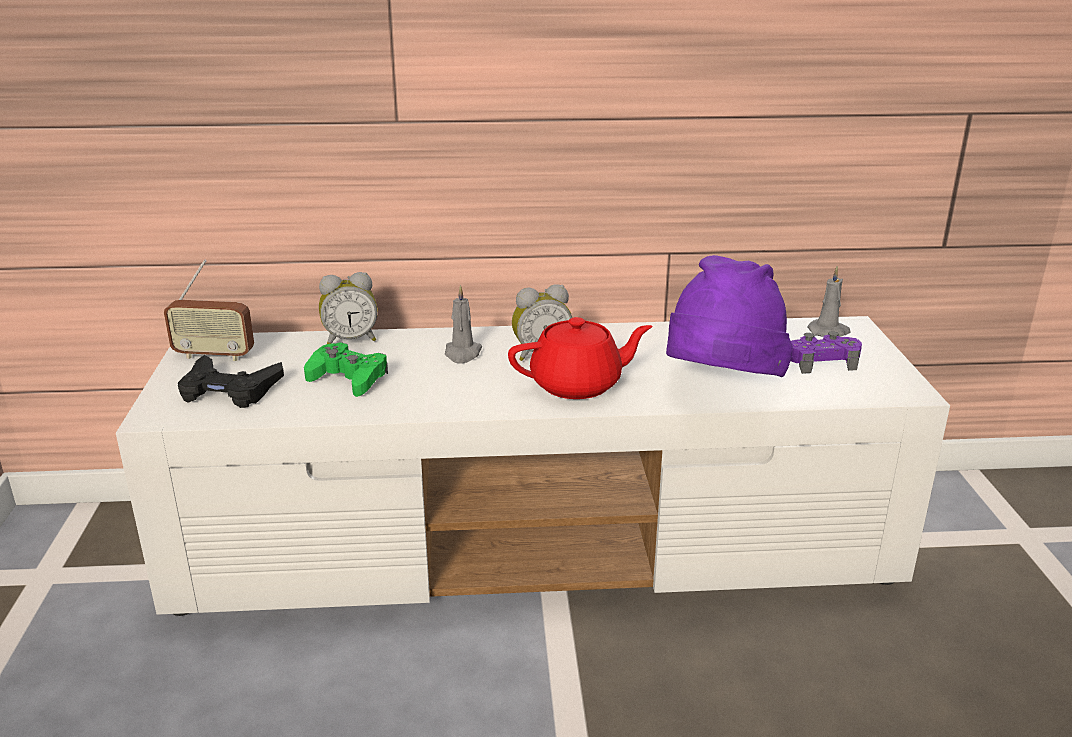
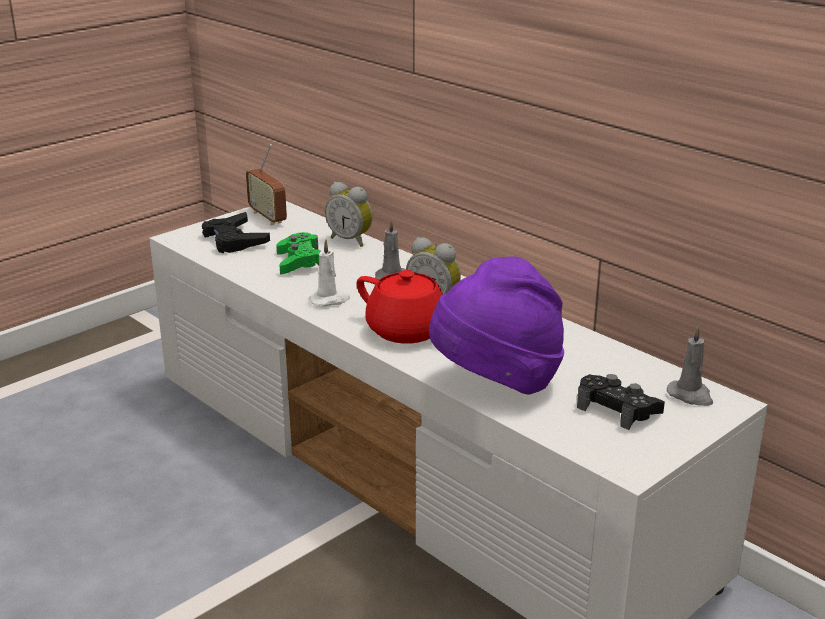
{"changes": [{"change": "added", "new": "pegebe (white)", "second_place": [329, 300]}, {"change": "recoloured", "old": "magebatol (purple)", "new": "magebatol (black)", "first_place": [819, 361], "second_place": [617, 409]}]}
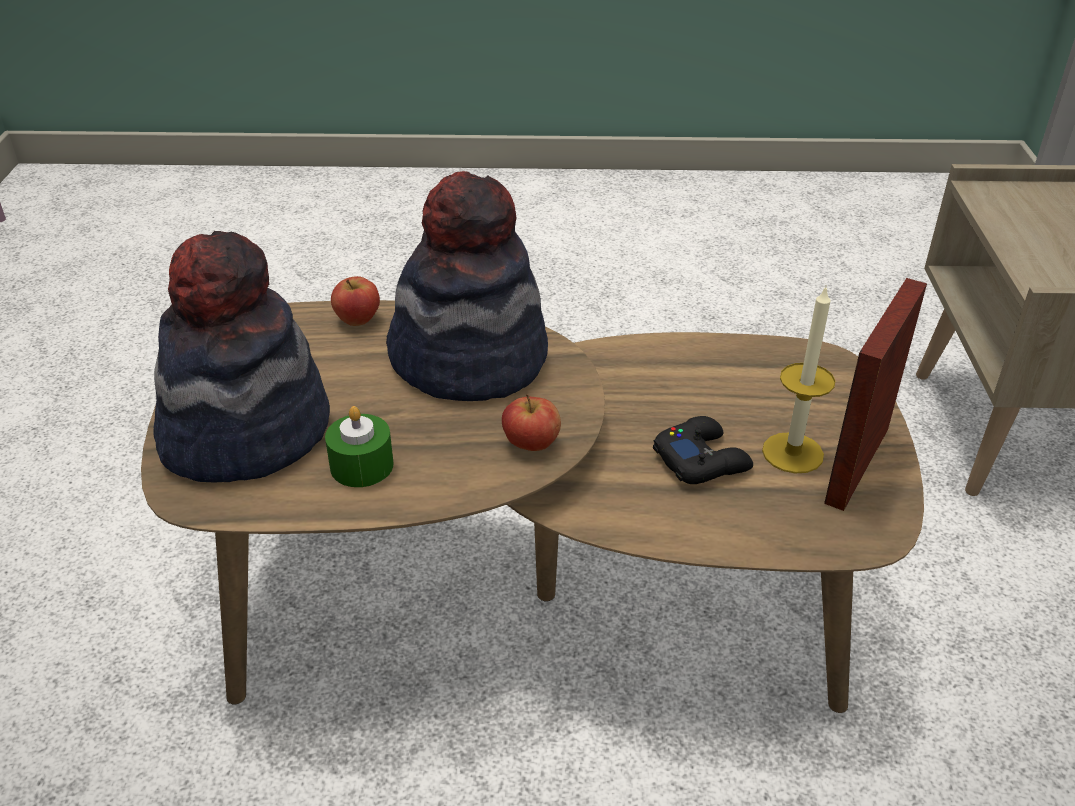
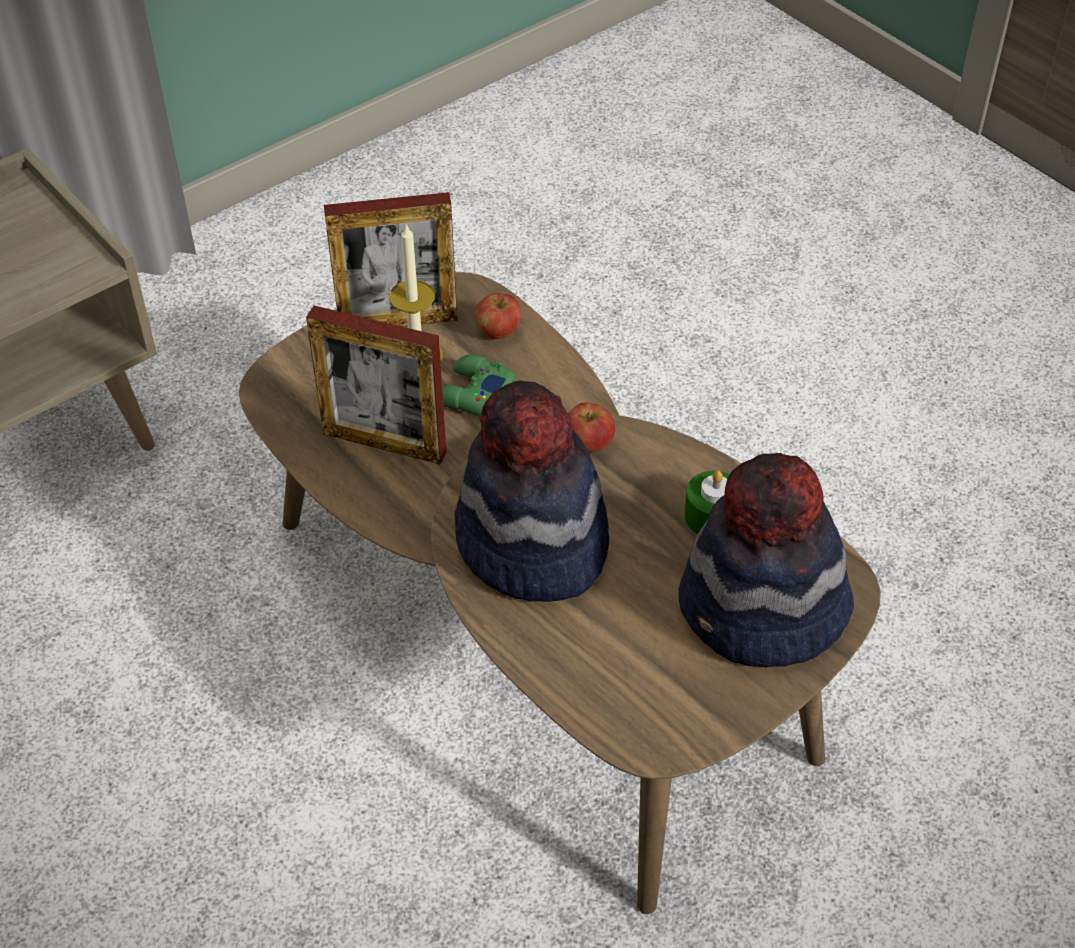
{"changes": [{"change": "added", "new": "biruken", "second_place": [384, 443]}, {"change": "recoloured", "old": "magebatol (black)", "new": "magebatol (green)", "first_place": [701, 460], "second_place": [473, 395]}, {"change": "moved", "old": "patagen", "first_place": [358, 320], "second_place": [498, 332]}]}
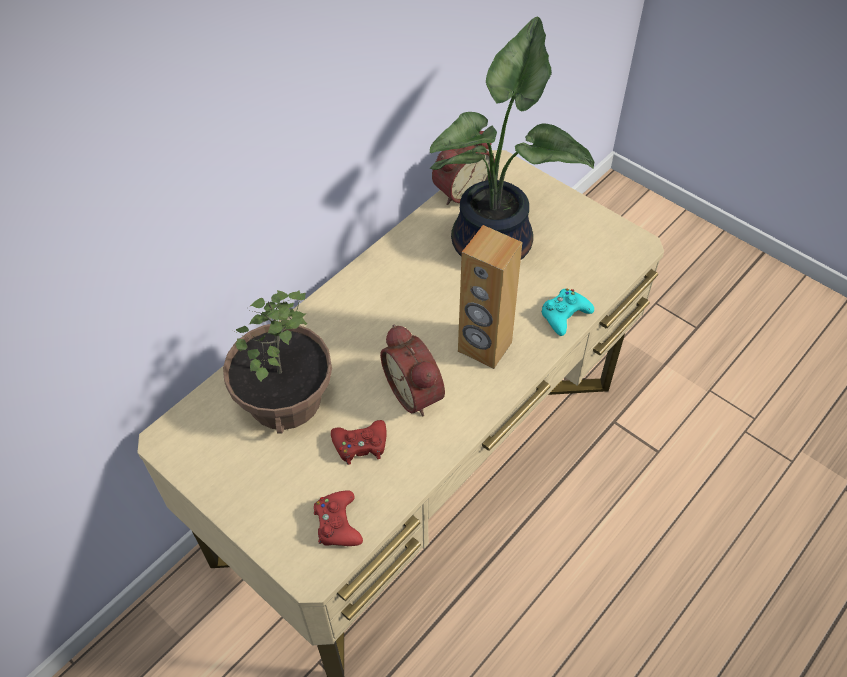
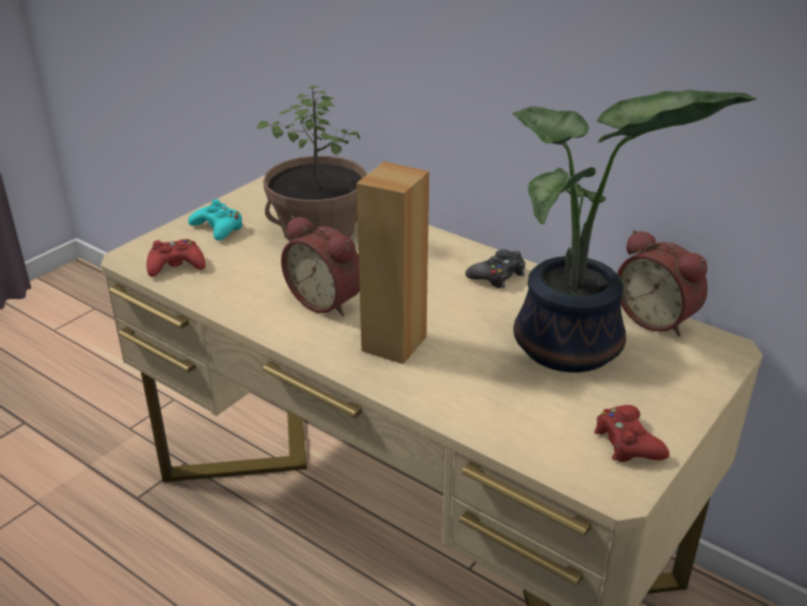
{"changes": [{"change": "moved", "old": "magebatol (turquoise)", "first_place": [564, 315], "second_place": [218, 228]}, {"change": "turned", "old": "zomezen", "first_place": [416, 391], "second_place": [327, 300], "degrees": -105}, {"change": "added", "new": "magebatol (black)", "second_place": [497, 275]}, {"change": "moved", "old": "magebatol (red)", "first_place": [360, 445], "second_place": [627, 442]}]}
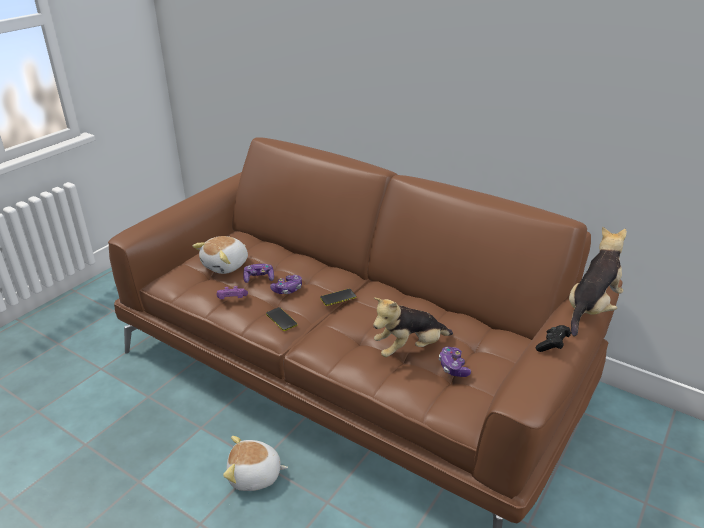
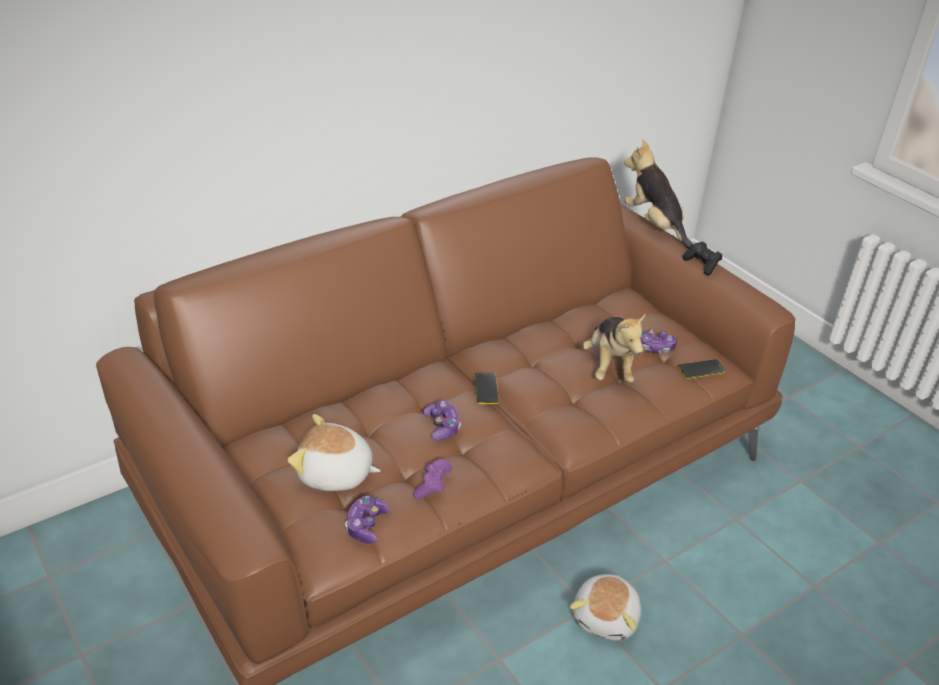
{"changes": [{"change": "turned", "old": "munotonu", "first_place": [226, 265], "second_place": [335, 474], "degrees": 135}, {"change": "moved", "old": "magebatol", "first_place": [259, 278], "second_place": [366, 525]}, {"change": "moved", "old": "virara", "first_place": [281, 319], "second_place": [701, 369]}]}
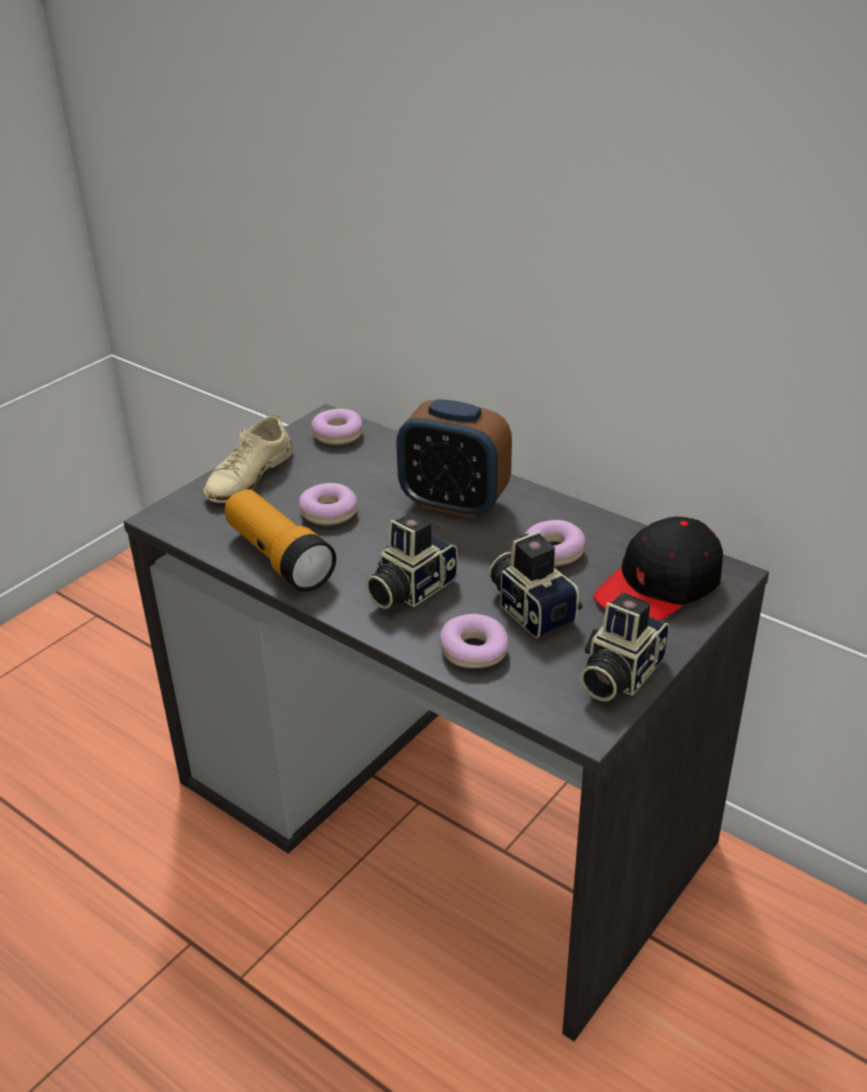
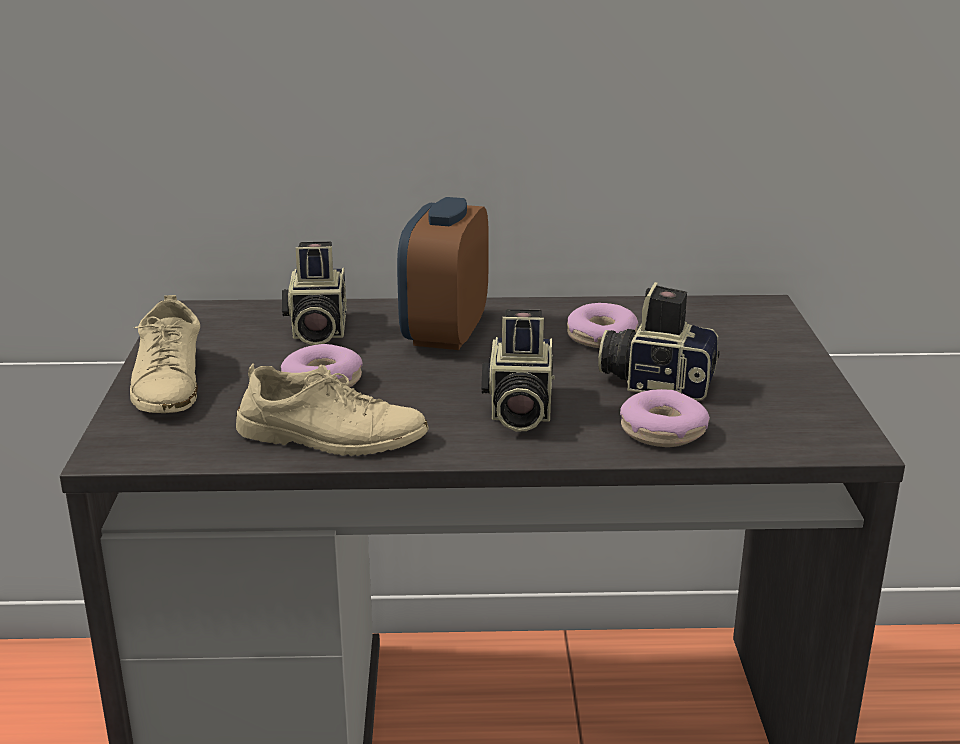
{"changes": [{"change": "replaced", "old": "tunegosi", "new": "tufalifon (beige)", "first_place": [279, 558], "second_place": [331, 436]}, {"change": "moved", "old": "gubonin", "first_place": [617, 674], "second_place": [316, 330]}, {"change": "turned", "old": "zomezen", "first_place": [454, 503], "second_place": [445, 333], "degrees": 120}, {"change": "removed", "old": "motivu", "first_place": [337, 434]}, {"change": "removed", "old": "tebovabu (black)", "first_place": [659, 587]}]}
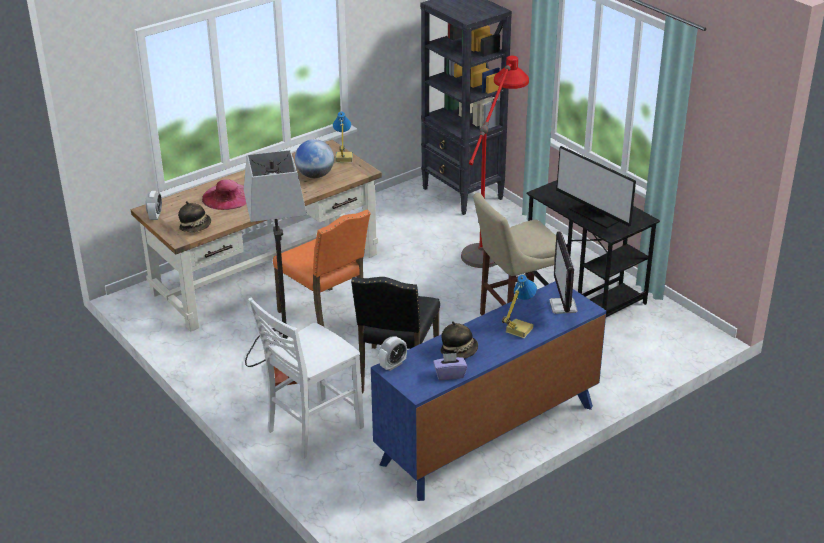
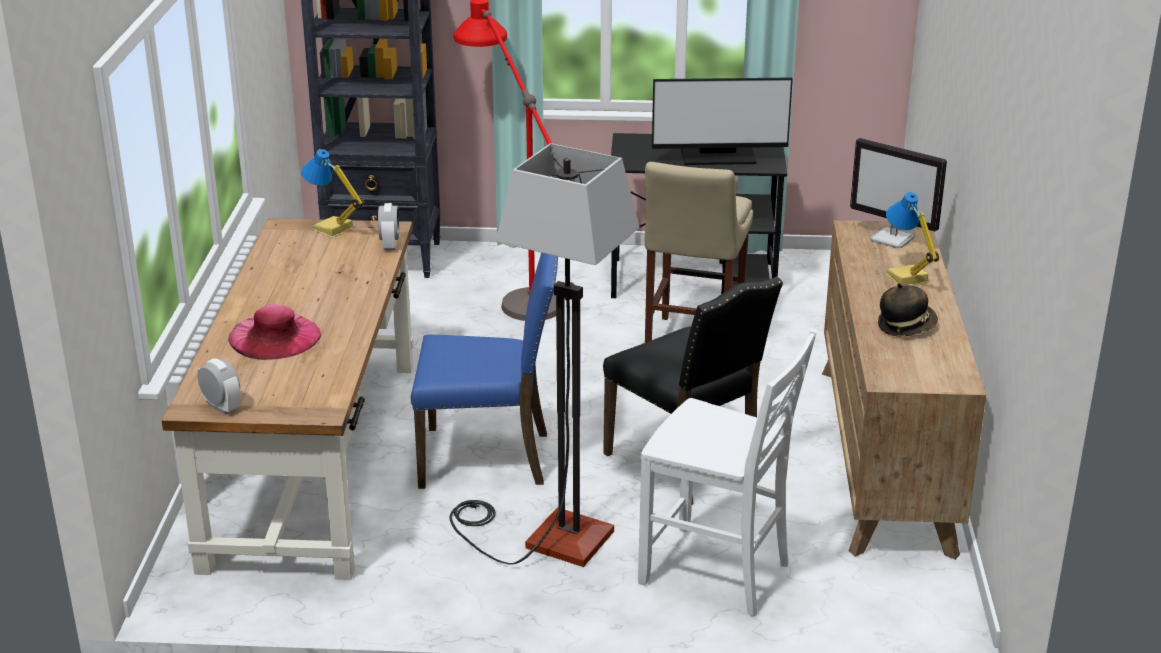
{"changes": [{"change": "moved", "old": "zomezen", "first_place": [393, 365], "second_place": [390, 245]}, {"change": "recoloured", "old": "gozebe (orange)", "new": "gozebe (blue)", "first_place": [326, 316], "second_place": [488, 458]}, {"change": "turned", "old": "gozebe (white)", "first_place": [312, 428], "second_place": [718, 573], "degrees": -60}, {"change": "recoloured", "old": "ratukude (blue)", "new": "ratukude (brown)", "first_place": [488, 435], "second_place": [885, 457]}, {"change": "removed", "old": "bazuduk", "first_place": [196, 227]}, {"change": "removed", "old": "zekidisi", "first_place": [315, 175]}, {"change": "removed", "old": "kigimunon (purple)", "first_place": [449, 374]}]}
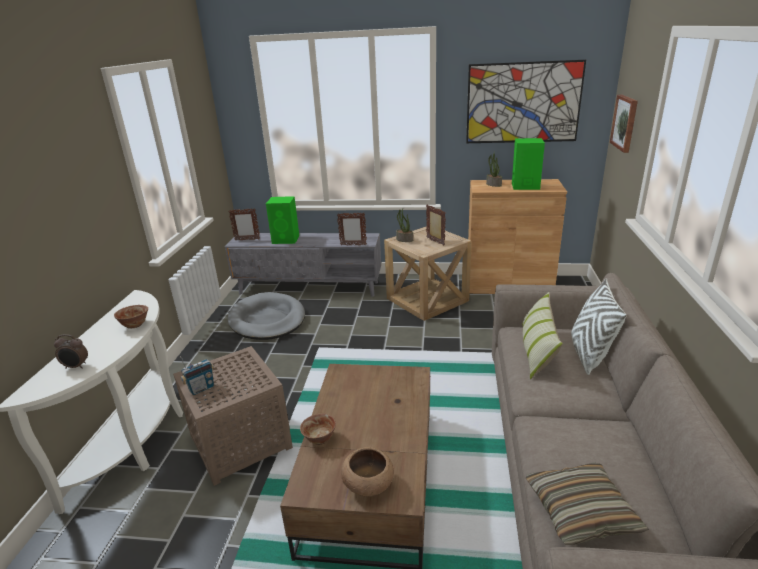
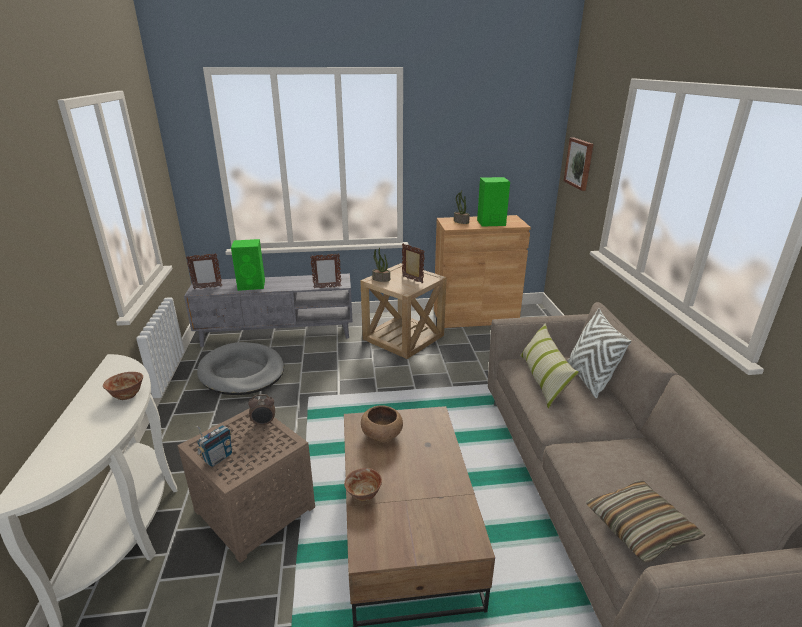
{"changes": [{"change": "moved", "old": "zomezen", "first_place": [76, 366], "second_place": [264, 423]}, {"change": "moved", "old": "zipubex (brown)", "first_place": [368, 484], "second_place": [382, 434]}, {"change": "removed", "old": "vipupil", "first_place": [523, 103]}]}
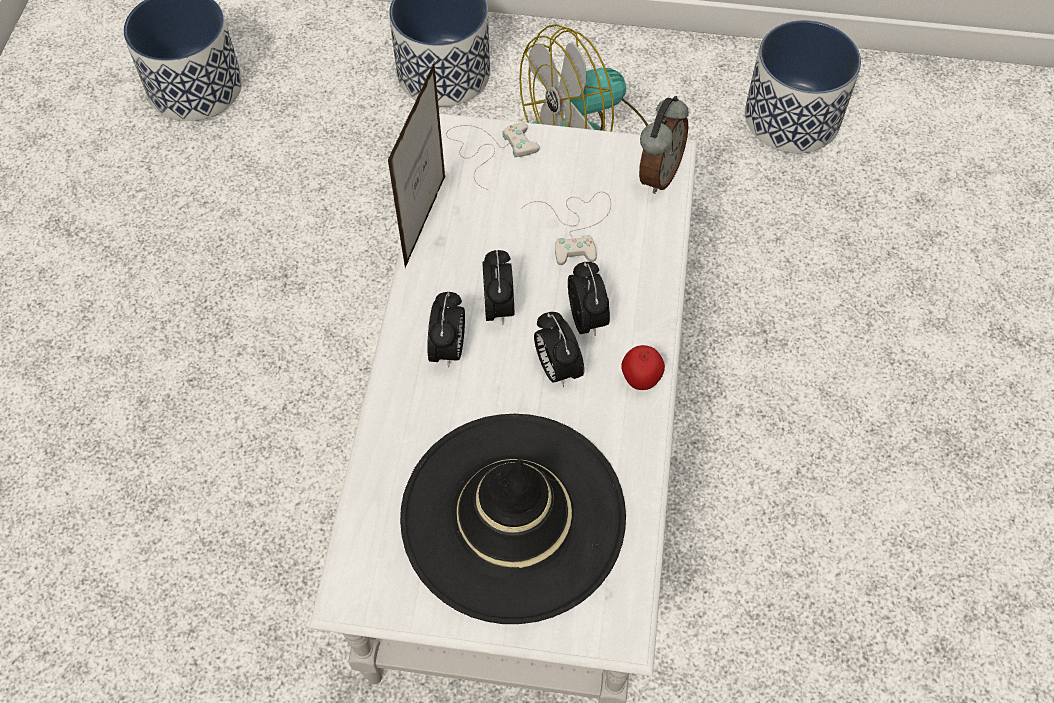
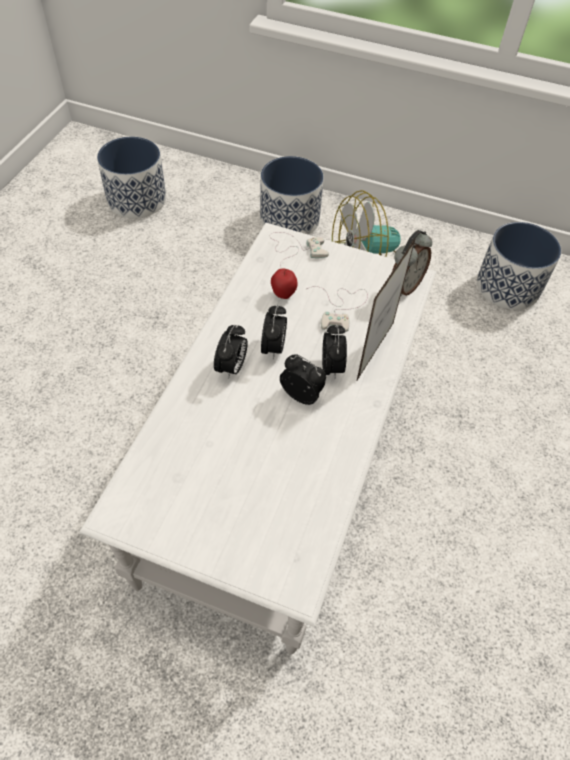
{"changes": [{"change": "moved", "old": "patagen", "first_place": [640, 380], "second_place": [283, 294]}, {"change": "turned", "old": "zomezen", "first_place": [557, 368], "second_place": [302, 395], "degrees": 135}, {"change": "moved", "old": "biruken", "first_place": [425, 221], "second_place": [375, 351]}, {"change": "removed", "old": "bazuduk (black)", "first_place": [513, 515]}]}
